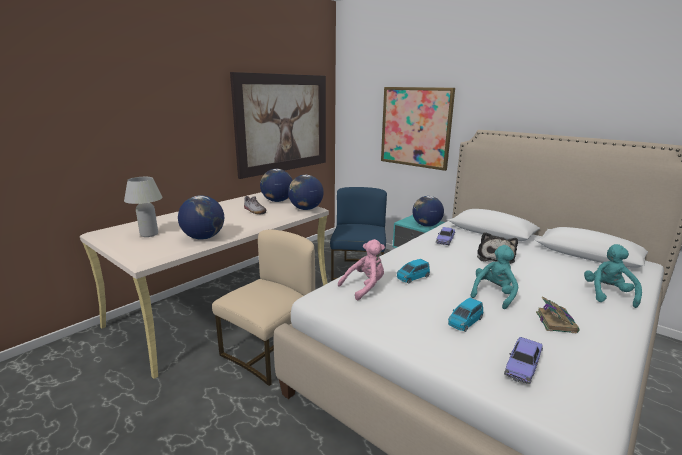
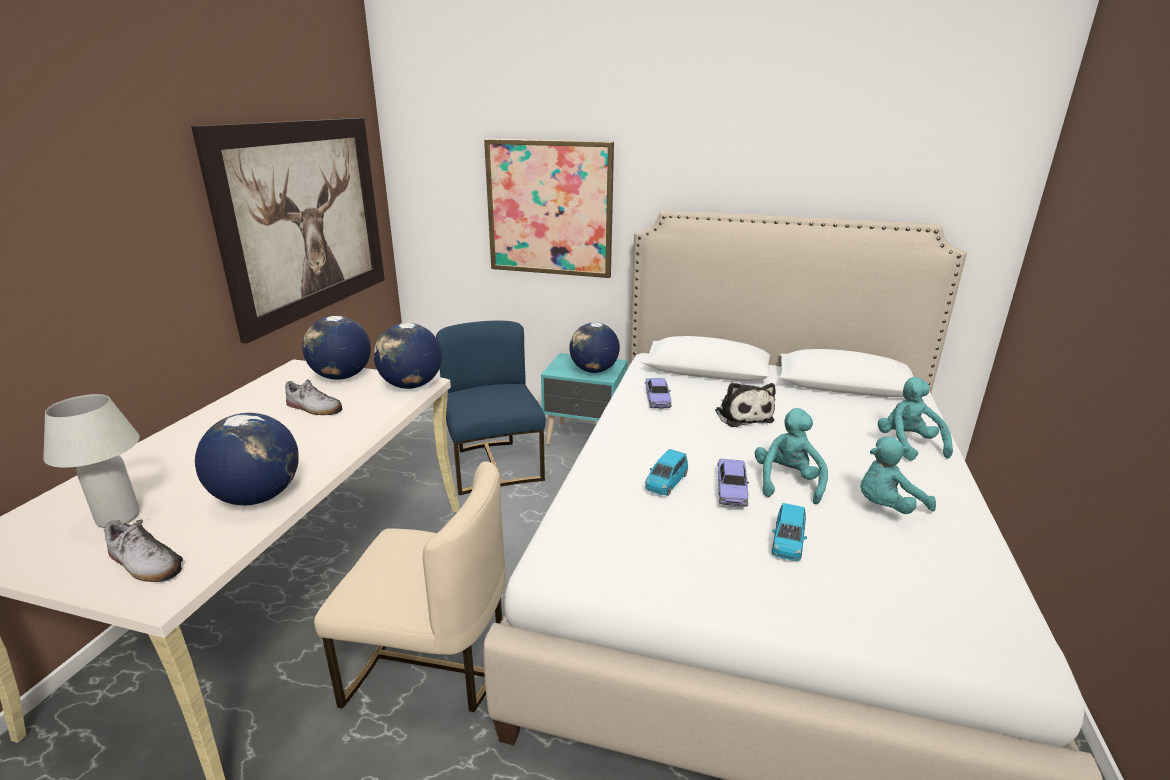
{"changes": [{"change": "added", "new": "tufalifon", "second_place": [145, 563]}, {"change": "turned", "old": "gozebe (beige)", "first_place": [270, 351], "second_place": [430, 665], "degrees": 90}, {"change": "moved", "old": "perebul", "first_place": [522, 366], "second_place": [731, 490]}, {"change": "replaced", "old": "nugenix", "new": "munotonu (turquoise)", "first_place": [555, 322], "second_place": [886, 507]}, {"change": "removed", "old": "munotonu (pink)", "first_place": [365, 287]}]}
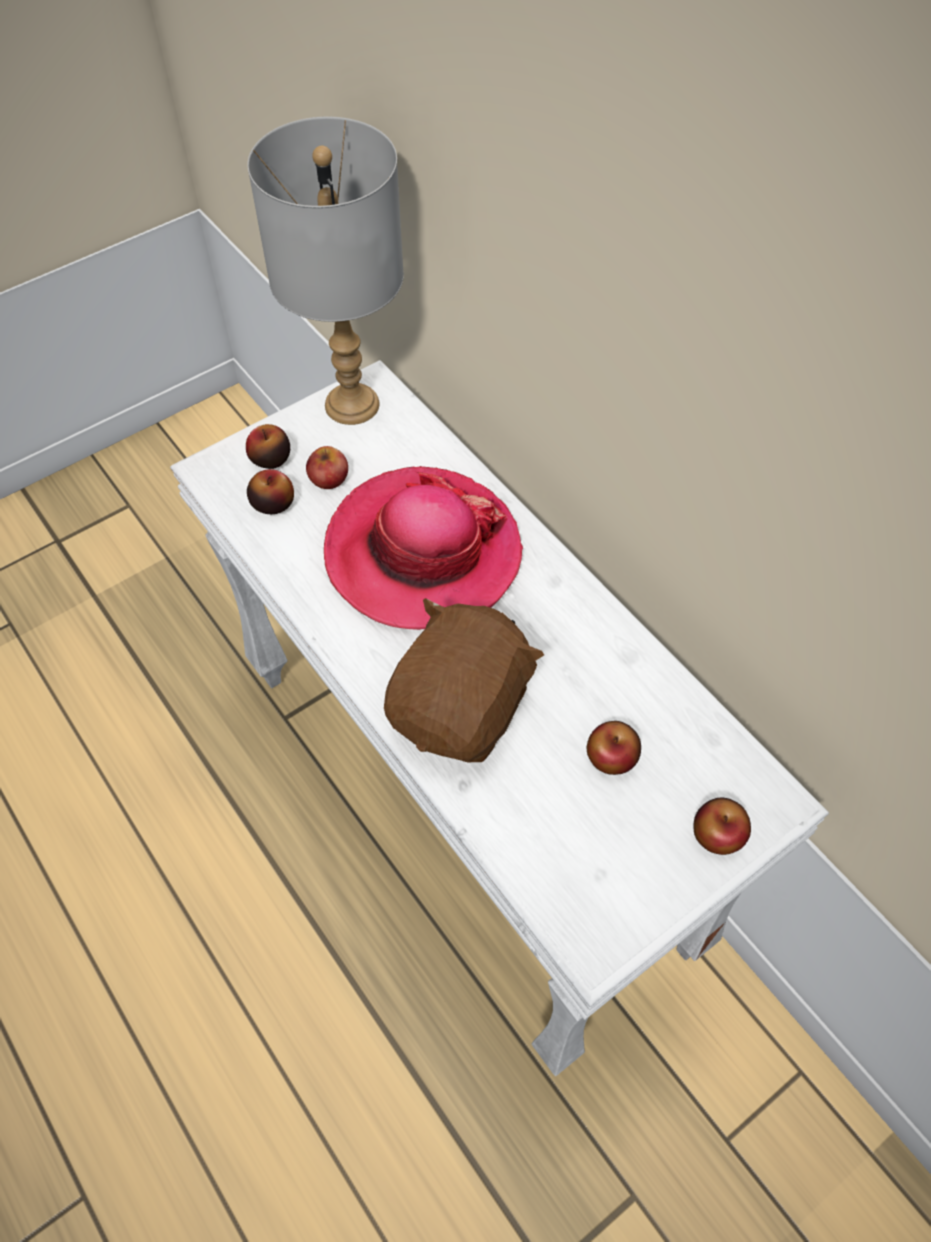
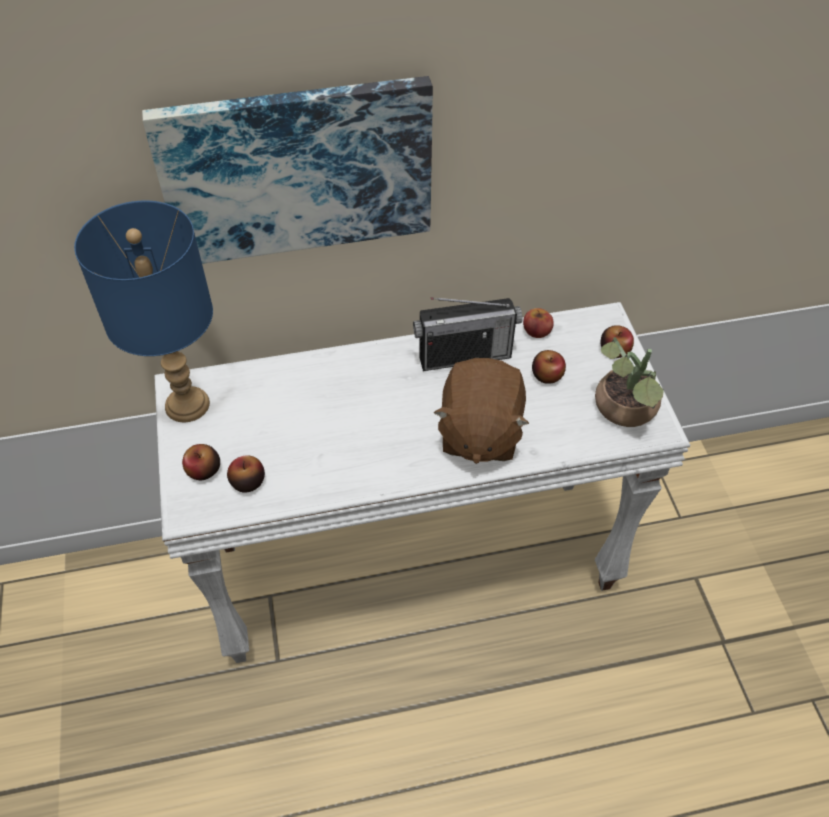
{"changes": [{"change": "recoloured", "old": "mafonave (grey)", "new": "mafonave (blue)", "first_place": [353, 404], "second_place": [187, 404]}, {"change": "added", "new": "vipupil", "second_place": [297, 169]}, {"change": "added", "new": "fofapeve", "second_place": [464, 356]}, {"change": "turned", "old": "munotonu (brown)", "first_place": [462, 708], "second_place": [479, 432], "degrees": -135}, {"change": "moved", "old": "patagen", "first_place": [328, 478], "second_place": [537, 330]}, {"change": "added", "new": "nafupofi", "second_place": [624, 412]}, {"change": "removed", "old": "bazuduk", "first_place": [423, 553]}]}
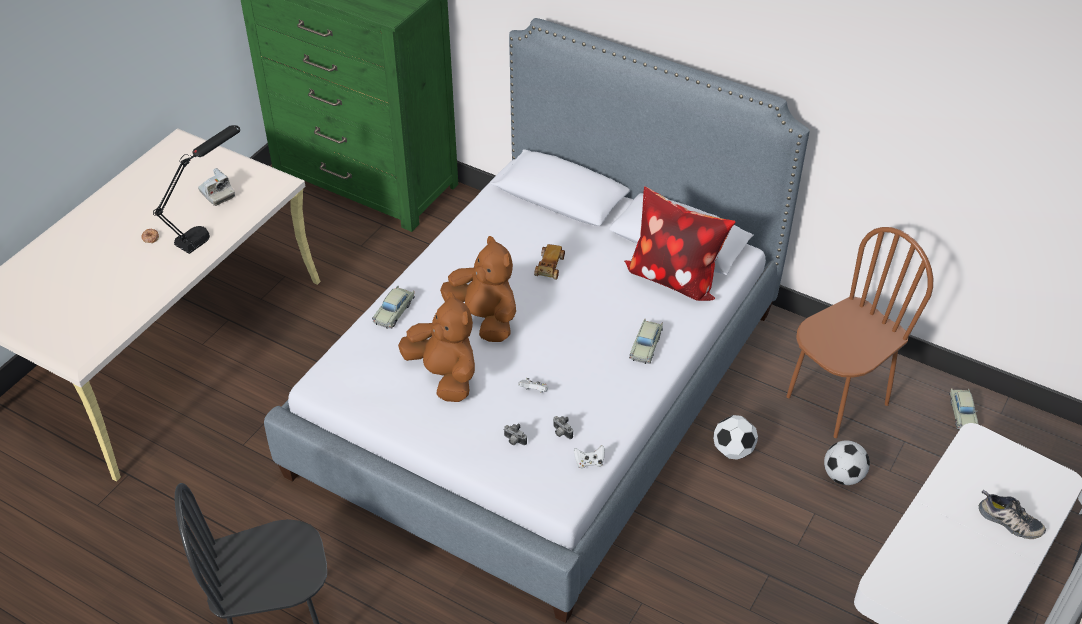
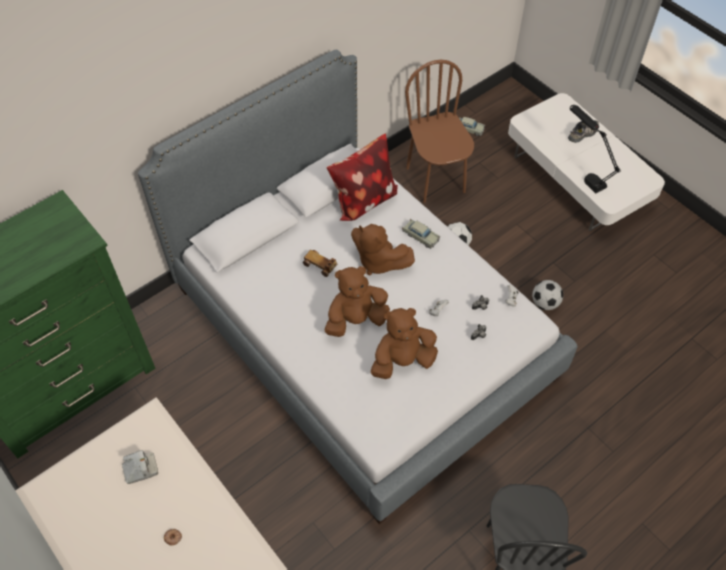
{"changes": [{"change": "added", "new": "munotonu (brown)", "second_place": [378, 261]}, {"change": "moved", "old": "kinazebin", "first_place": [843, 476], "second_place": [545, 303]}, {"change": "moved", "old": "mafonave (black)", "first_place": [211, 228], "second_place": [584, 174]}, {"change": "removed", "old": "perebul (beige)", "first_place": [394, 312]}]}
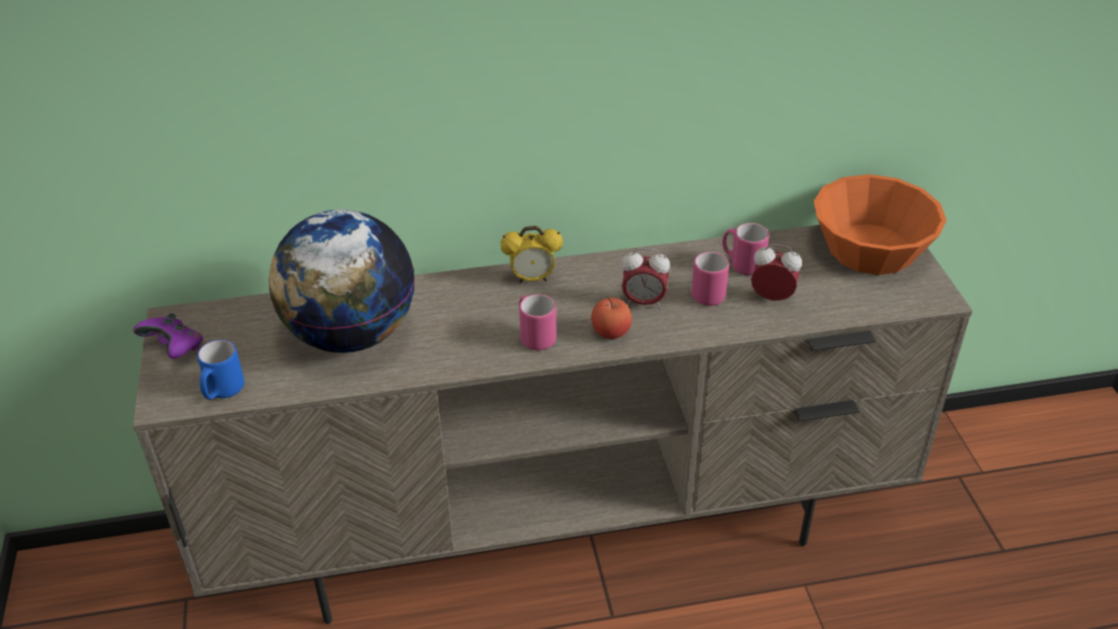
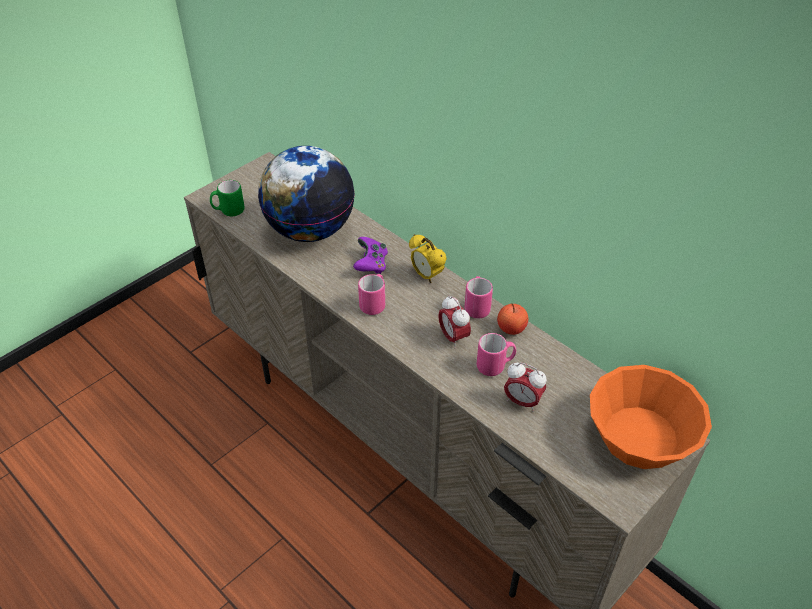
{"changes": [{"change": "recoloured", "old": "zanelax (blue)", "new": "zanelax (green)", "first_place": [222, 392], "second_place": [228, 211]}, {"change": "moved", "old": "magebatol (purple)", "first_place": [175, 348], "second_place": [371, 265]}, {"change": "moved", "old": "zanelax (pink)", "first_place": [741, 264], "second_place": [477, 306]}, {"change": "moved", "old": "patagen", "first_place": [611, 332], "second_place": [511, 328]}, {"change": "turned", "old": "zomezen", "first_place": [772, 297], "second_place": [522, 401], "degrees": 135}]}
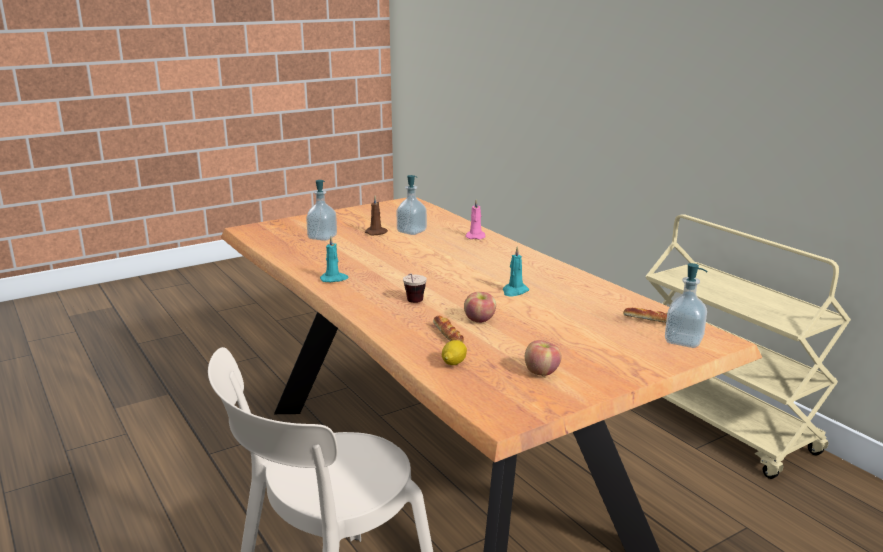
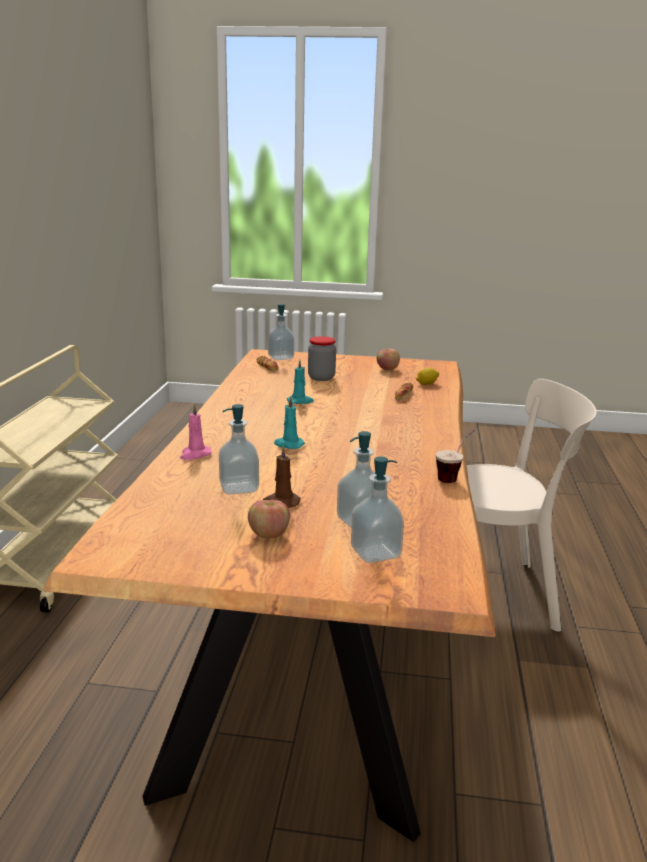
{"changes": [{"change": "moved", "old": "patagen", "first_place": [480, 320], "second_place": [268, 534]}, {"change": "moved", "old": "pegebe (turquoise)", "first_place": [334, 279], "second_place": [288, 445]}, {"change": "added", "new": "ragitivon", "second_place": [321, 378]}, {"change": "added", "new": "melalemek", "second_place": [375, 553]}, {"change": "moved", "old": "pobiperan", "first_place": [413, 304], "second_place": [454, 477]}]}
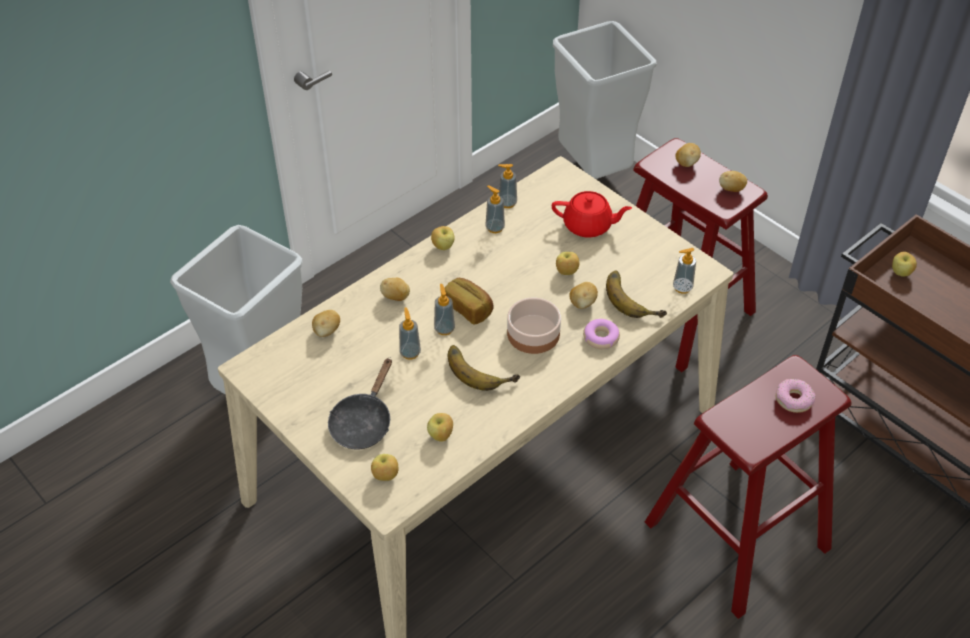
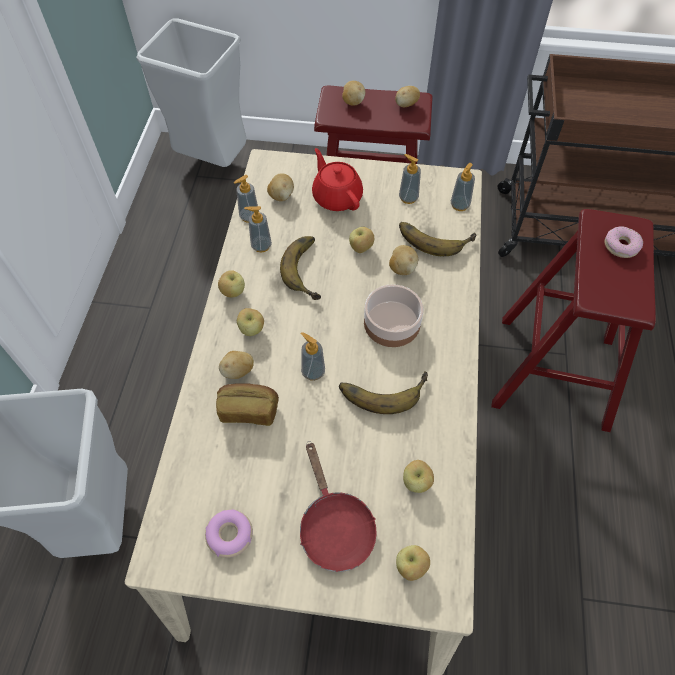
{"changes": [{"change": "moved", "old": "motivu", "first_place": [601, 337], "second_place": [230, 535]}, {"change": "moved", "old": "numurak", "first_place": [469, 308], "second_place": [248, 409]}, {"change": "moved", "old": "patagen", "first_place": [900, 273], "second_place": [252, 330]}, {"change": "moved", "old": "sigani", "first_place": [327, 331], "second_place": [281, 196]}, {"change": "added", "new": "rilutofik", "second_place": [310, 269]}, {"change": "recoloured", "old": "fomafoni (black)", "new": "fomafoni (red)", "first_place": [363, 422], "second_place": [334, 526]}, {"change": "turned", "old": "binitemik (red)", "first_place": [588, 226], "second_place": [337, 197], "degrees": -90}, {"change": "moved", "old": "melalemek", "first_place": [410, 352], "second_place": [408, 198]}]}
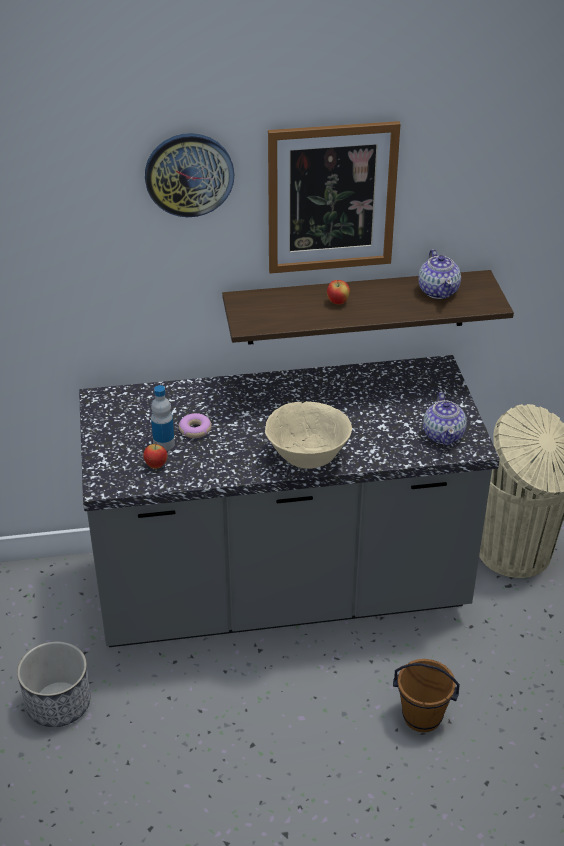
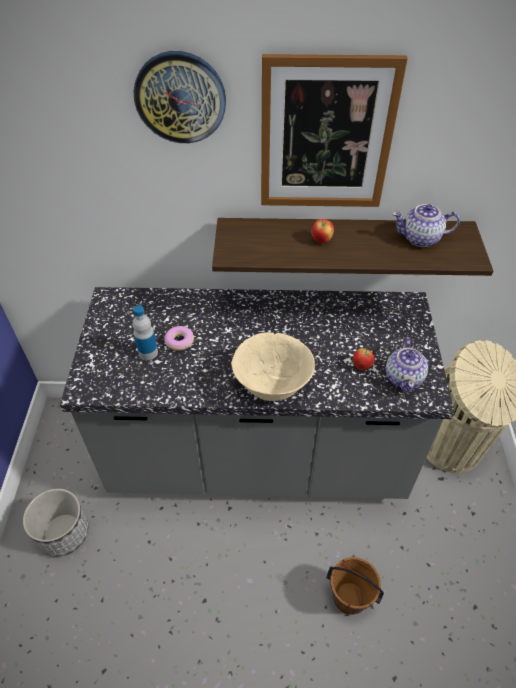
{"changes": [{"change": "moved", "old": "patagen", "first_place": [156, 465], "second_place": [361, 366]}, {"change": "turned", "old": "binitemik", "first_place": [438, 291], "second_place": [421, 238], "degrees": 90}]}
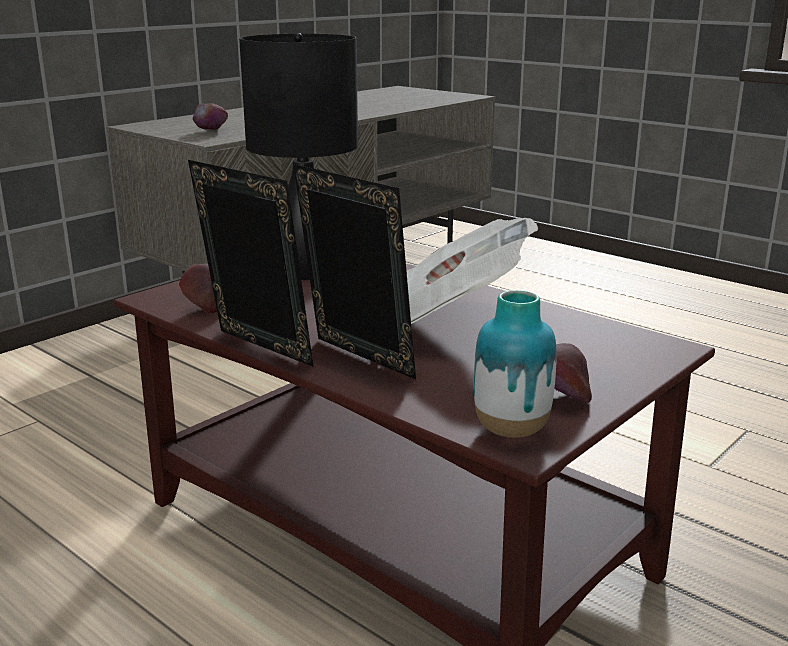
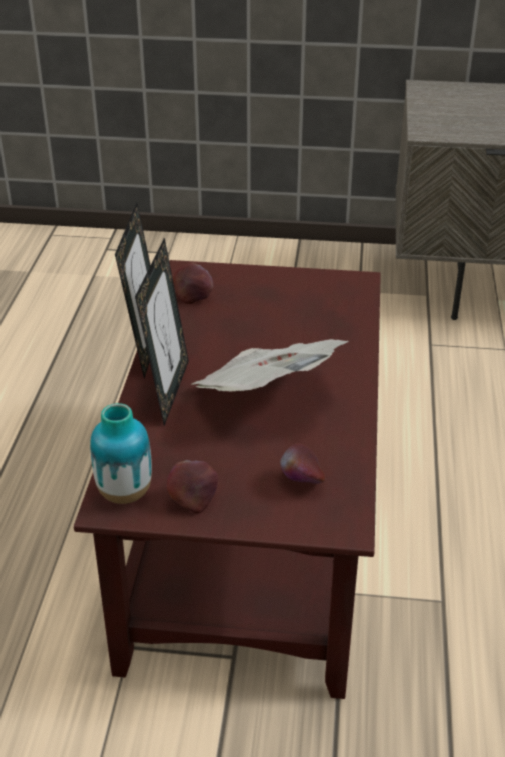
{"changes": [{"change": "moved", "old": "patagen", "first_place": [211, 131], "second_place": [302, 483]}, {"change": "removed", "old": "mafonave (black)", "first_place": [307, 273]}]}
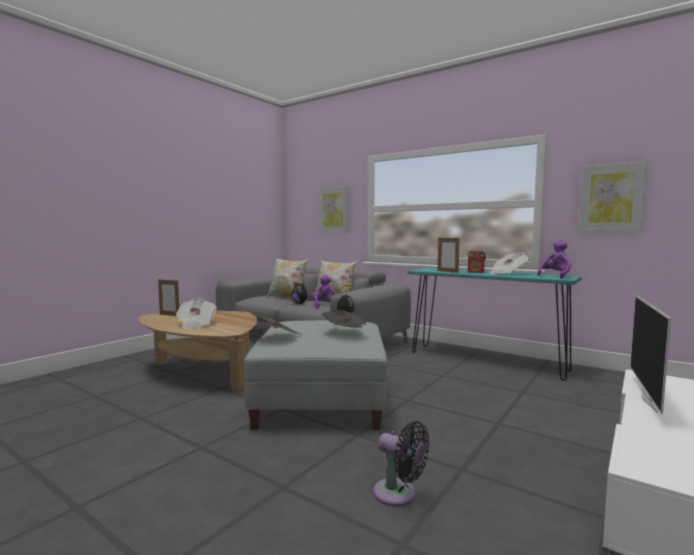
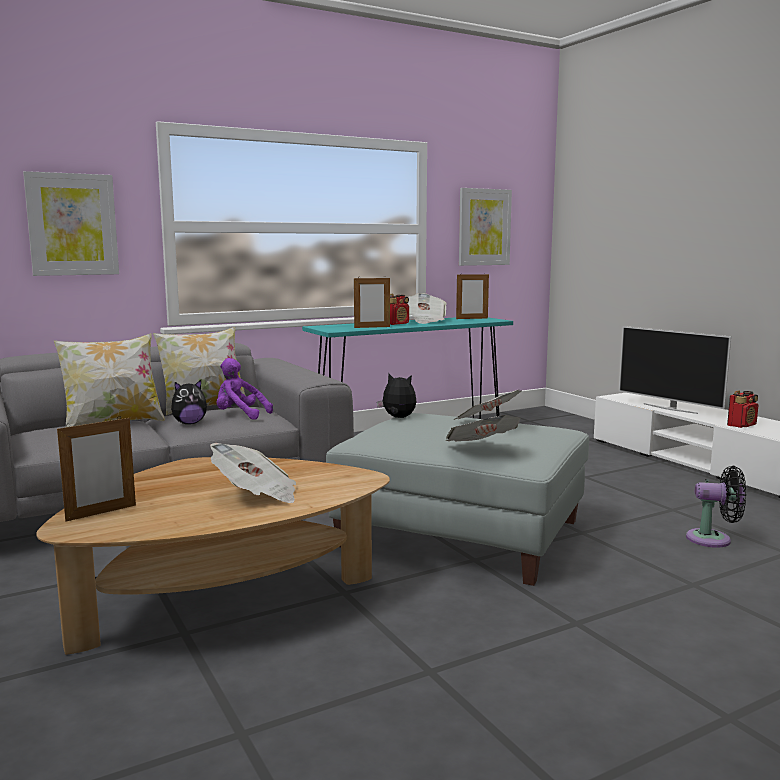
{"changes": [{"change": "replaced", "old": "munotonu (purple)", "new": "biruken", "first_place": [555, 276], "second_place": [472, 318]}, {"change": "turned", "old": "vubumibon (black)", "first_place": [399, 495], "second_place": [713, 539], "degrees": 45}, {"change": "added", "new": "fofapeve", "second_place": [742, 425]}]}
